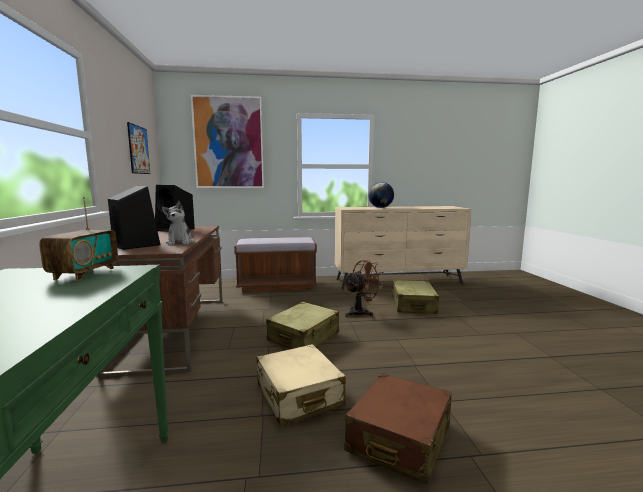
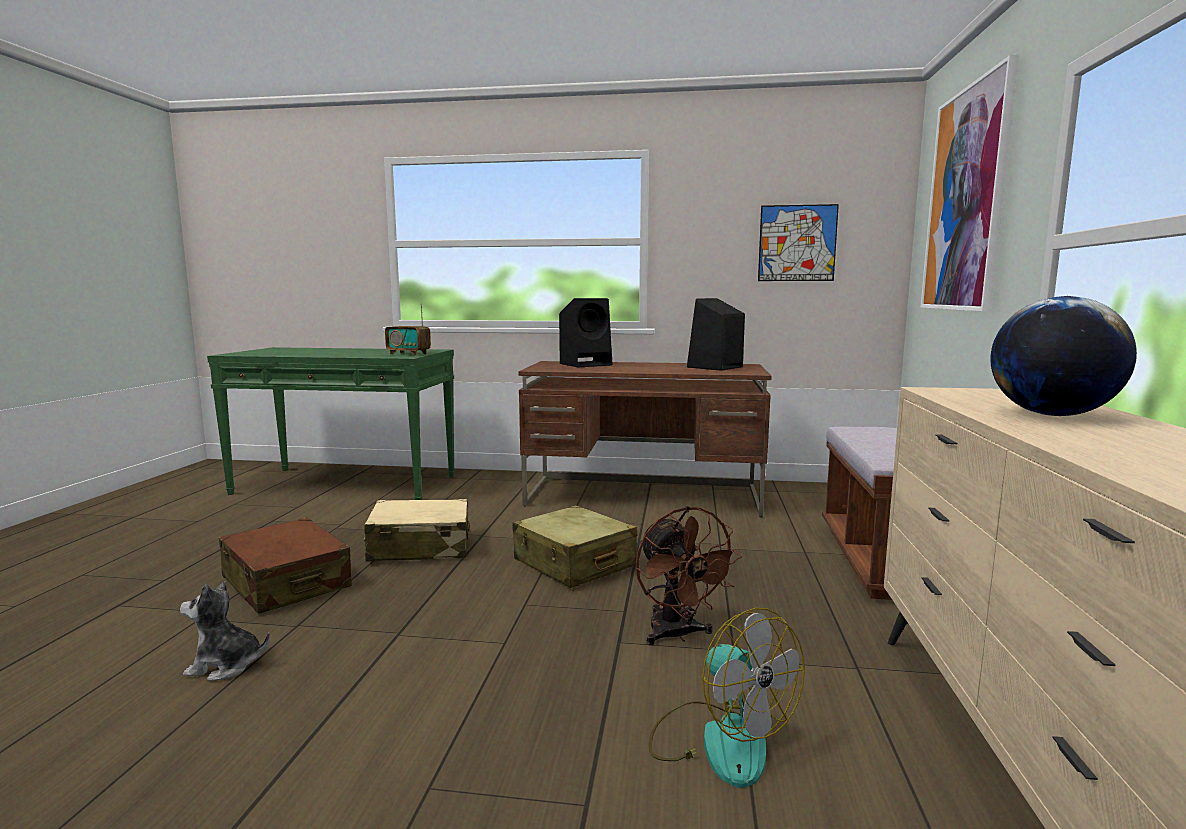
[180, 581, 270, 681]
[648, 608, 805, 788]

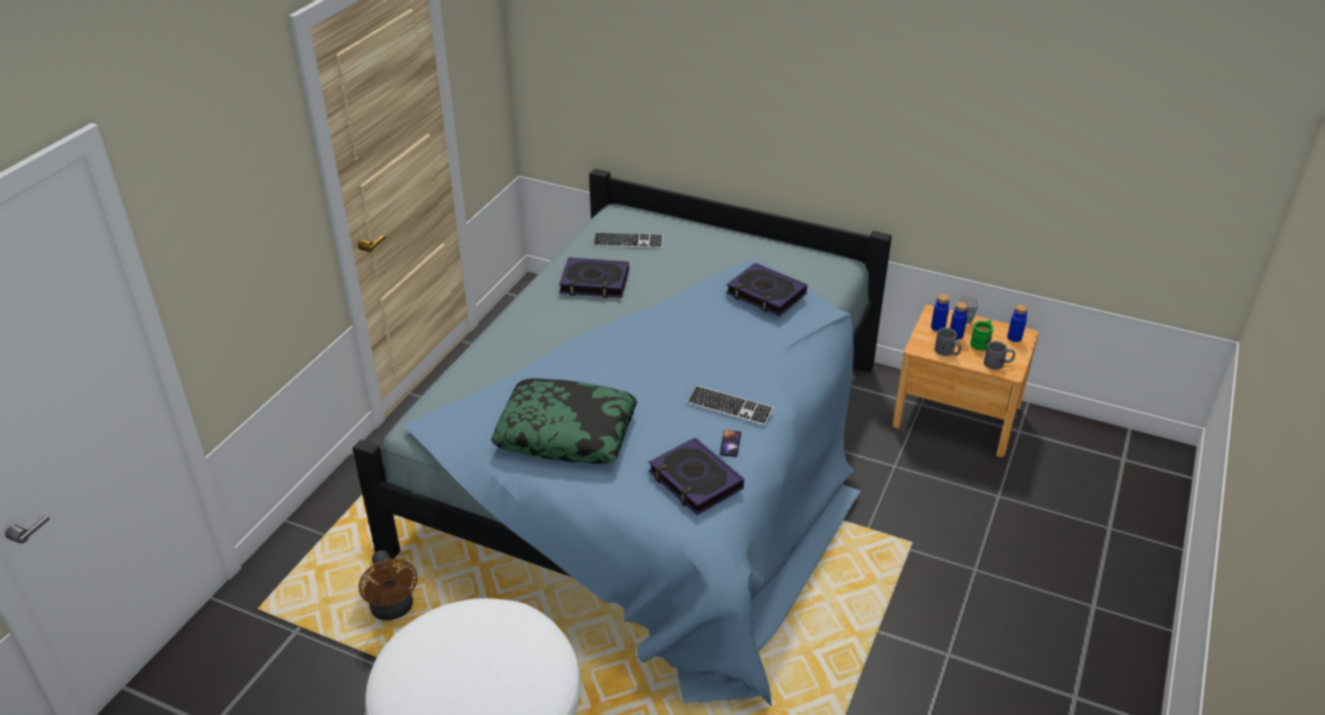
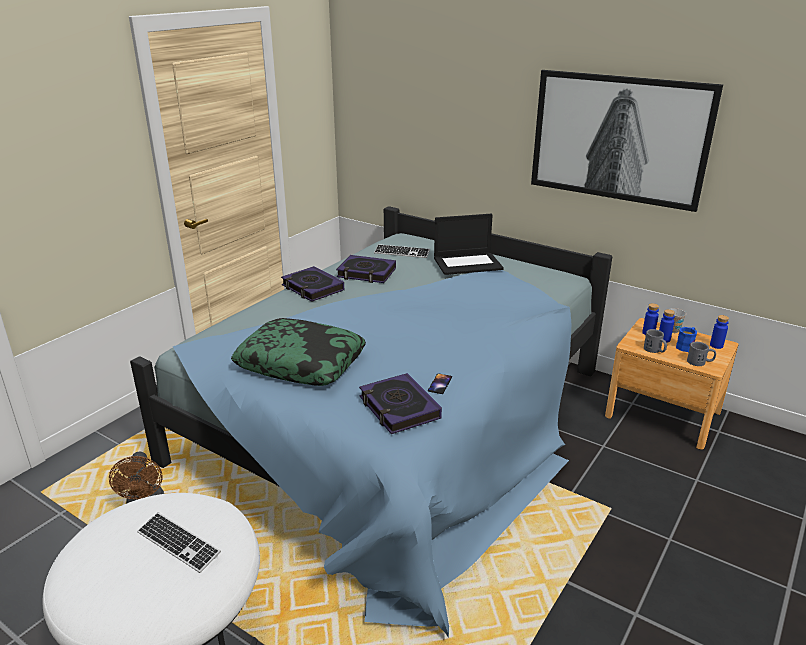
[434, 214, 504, 275]
[531, 70, 723, 212]
[137, 512, 221, 573]
[281, 266, 344, 302]
[676, 327, 697, 352]

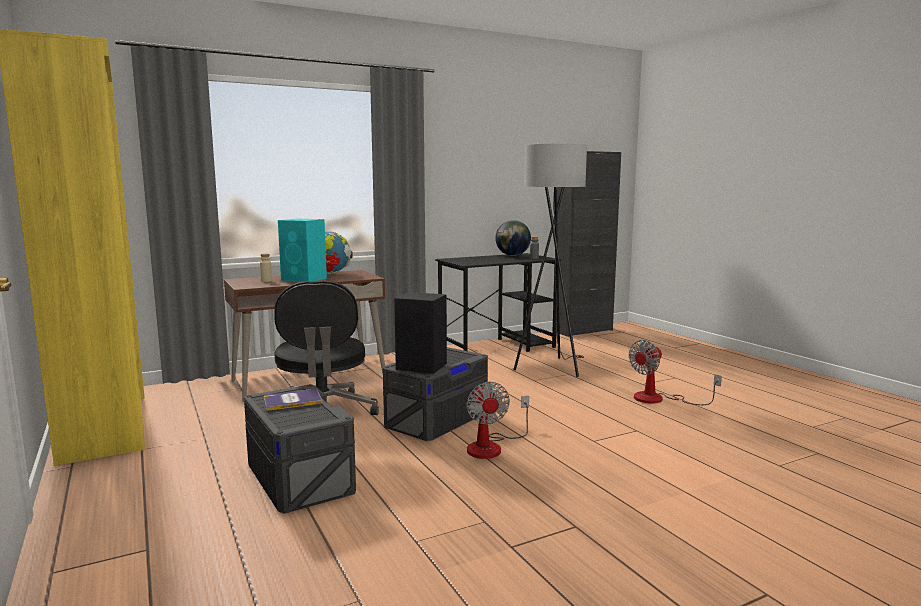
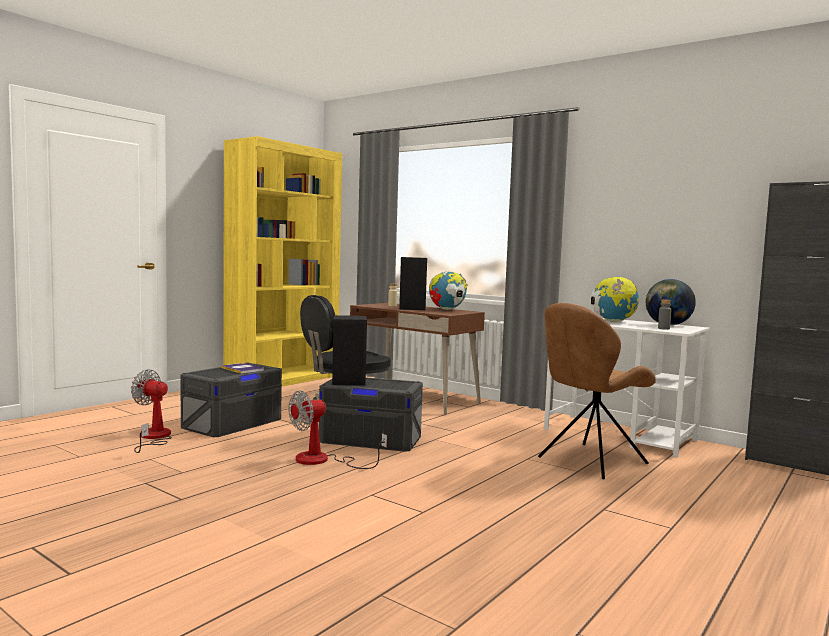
[591, 277, 639, 322]
[131, 369, 172, 453]
[538, 303, 656, 479]
[399, 257, 427, 310]
[544, 318, 710, 458]

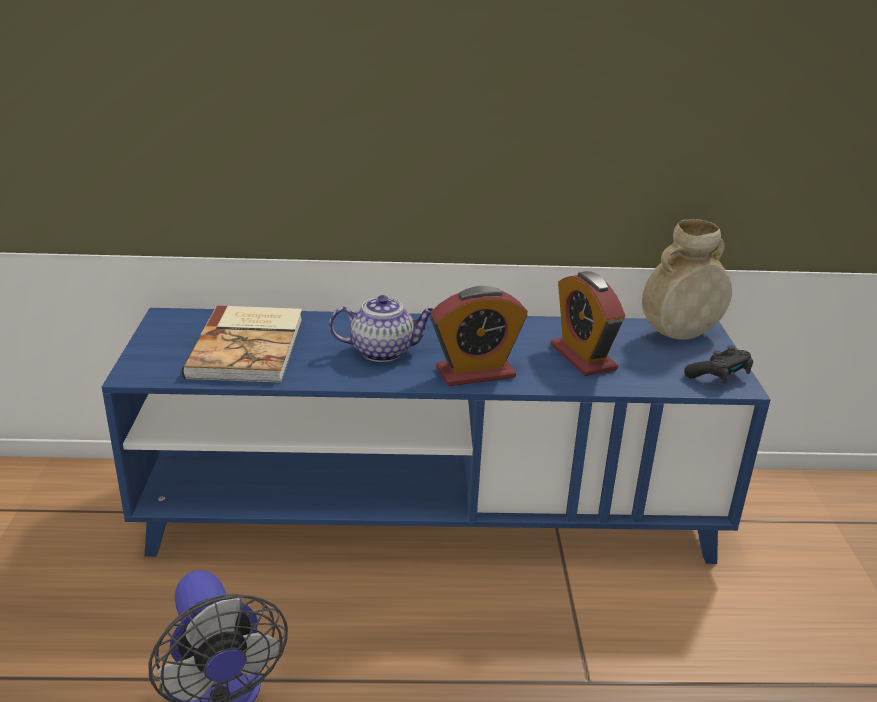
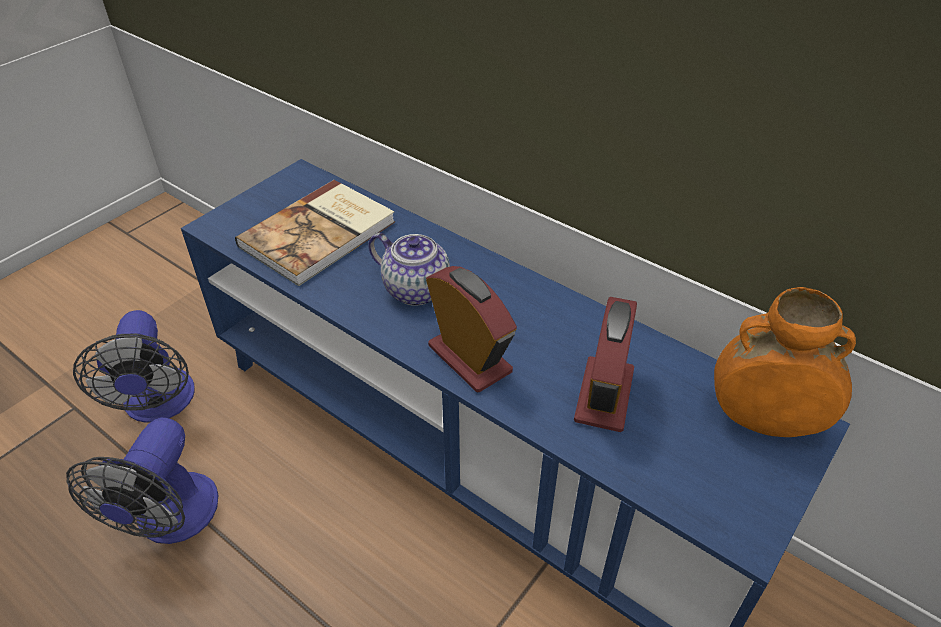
[684, 345, 753, 384] (first image)
[73, 310, 195, 423]
[714, 287, 856, 437]
[426, 266, 517, 392]

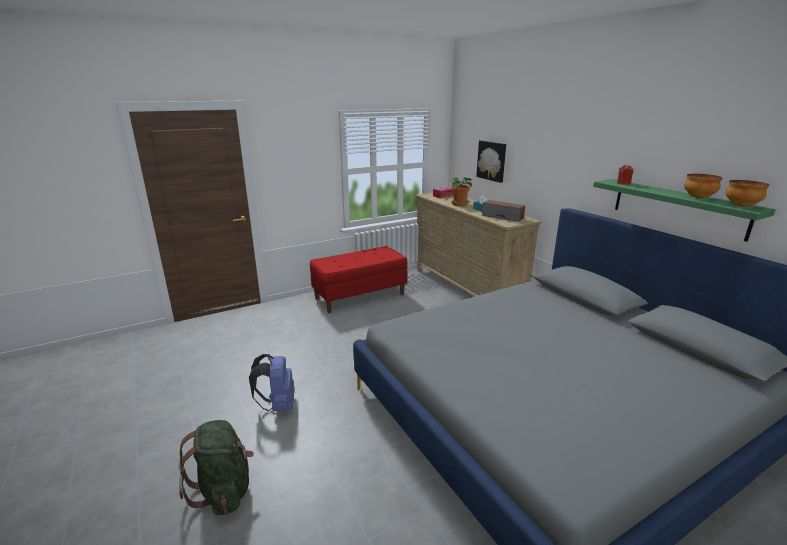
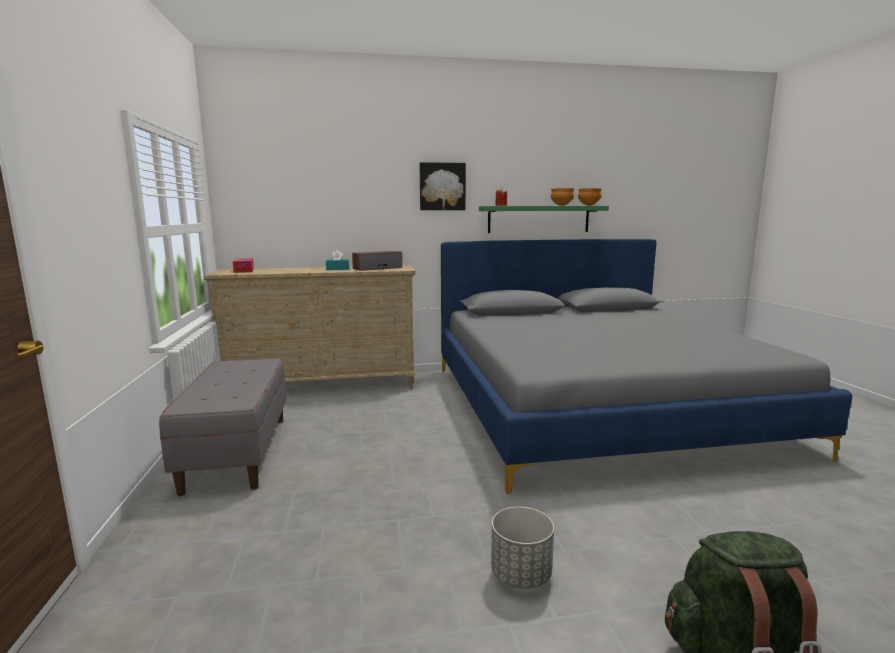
[450, 177, 472, 206] (first image)
[419, 162, 466, 210]
[491, 507, 554, 589]
[159, 358, 287, 496]

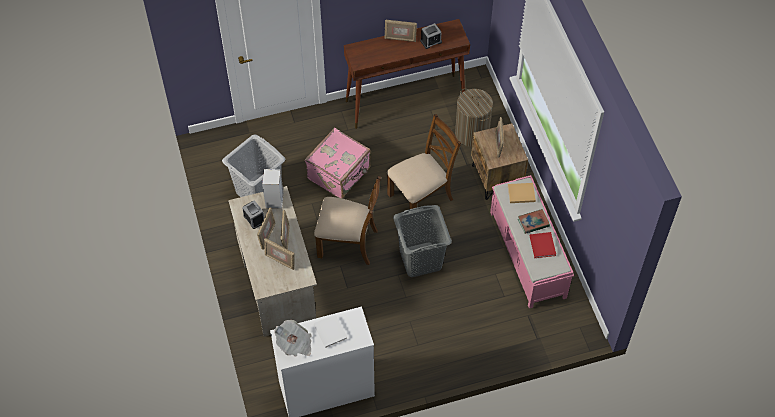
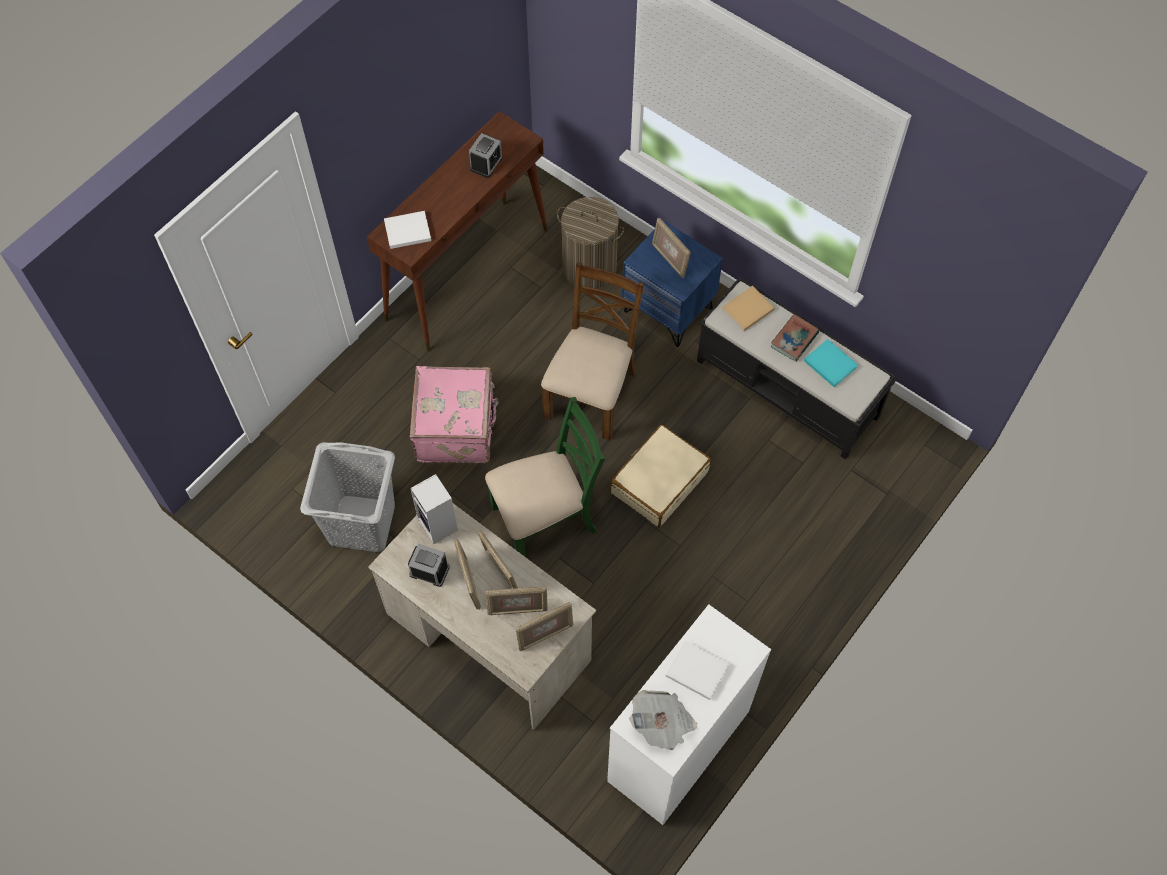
[384, 211, 431, 249]
[516, 602, 574, 651]
[610, 425, 711, 527]
[485, 397, 605, 557]
[622, 220, 723, 347]
[697, 277, 896, 460]
[804, 339, 858, 387]

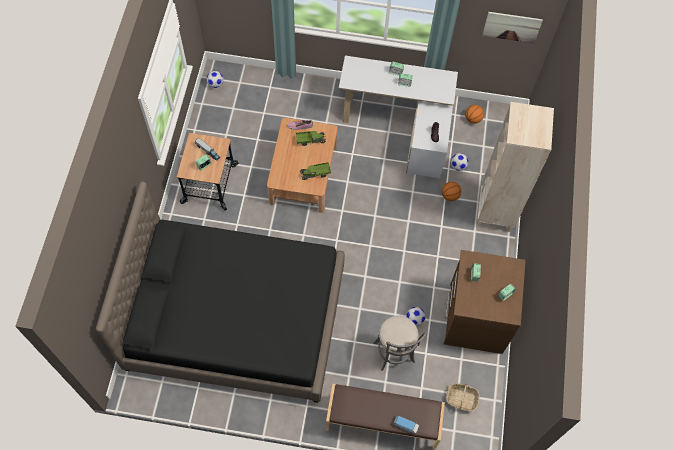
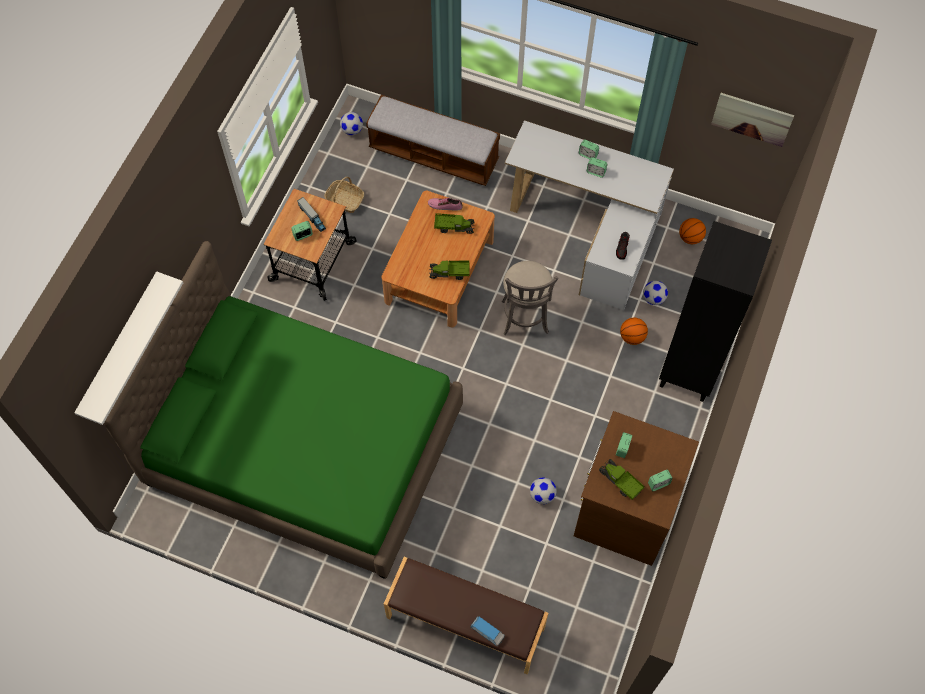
[74, 271, 183, 425]
[366, 95, 500, 186]
[599, 459, 645, 500]
[501, 261, 558, 335]
[324, 177, 364, 213]
[104, 241, 463, 579]
[659, 221, 772, 402]

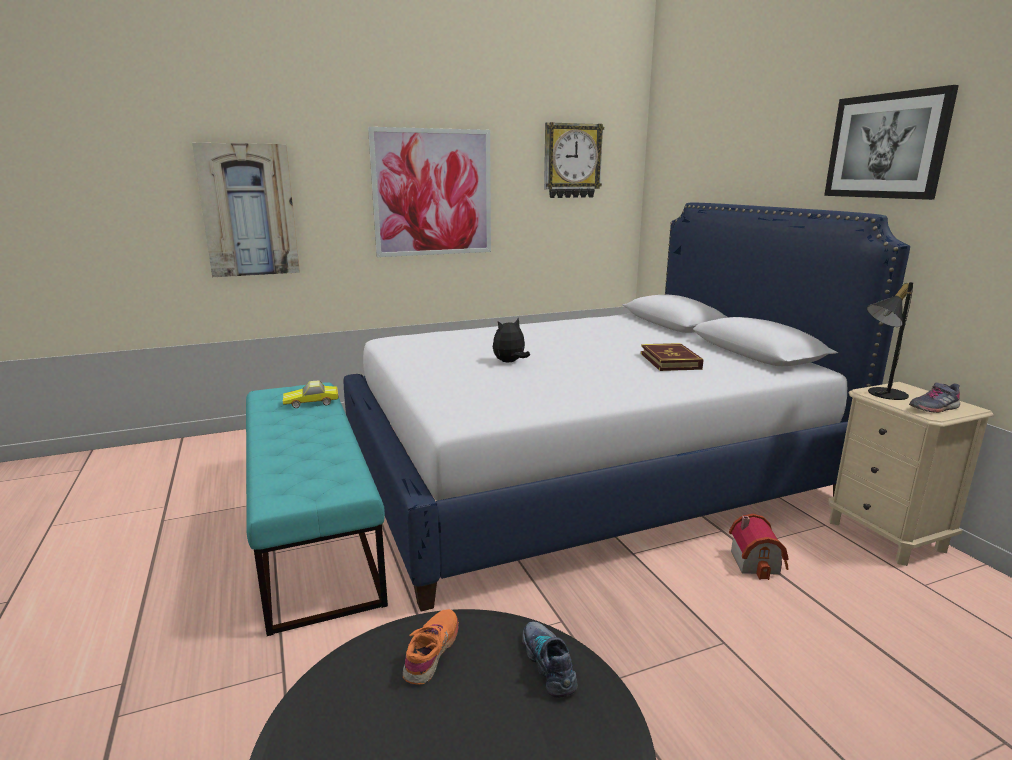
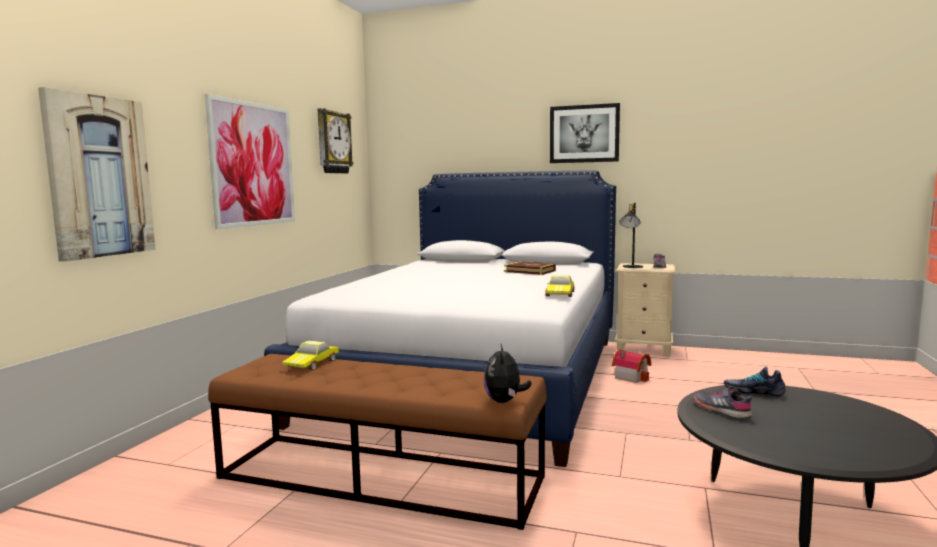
[546, 275, 575, 297]
[484, 343, 532, 403]
[208, 354, 547, 530]
[694, 387, 752, 419]

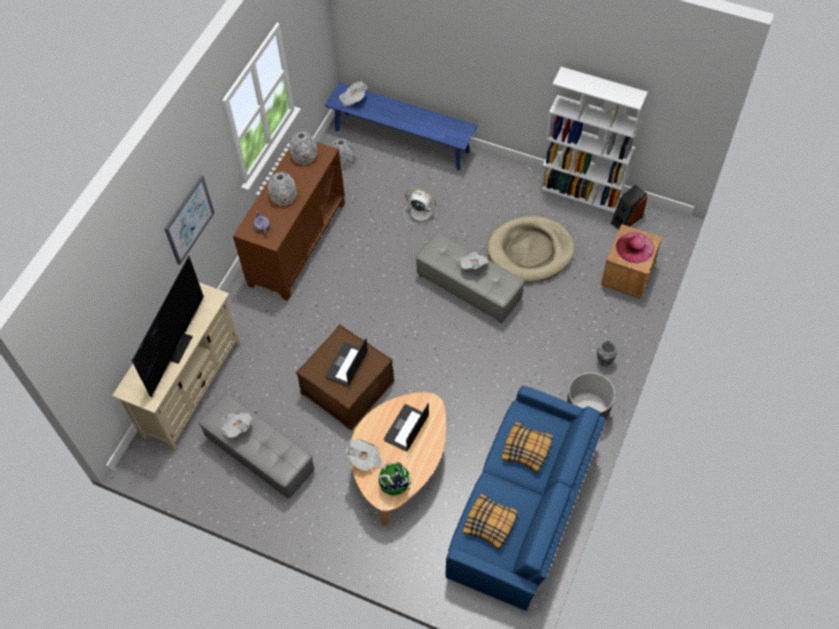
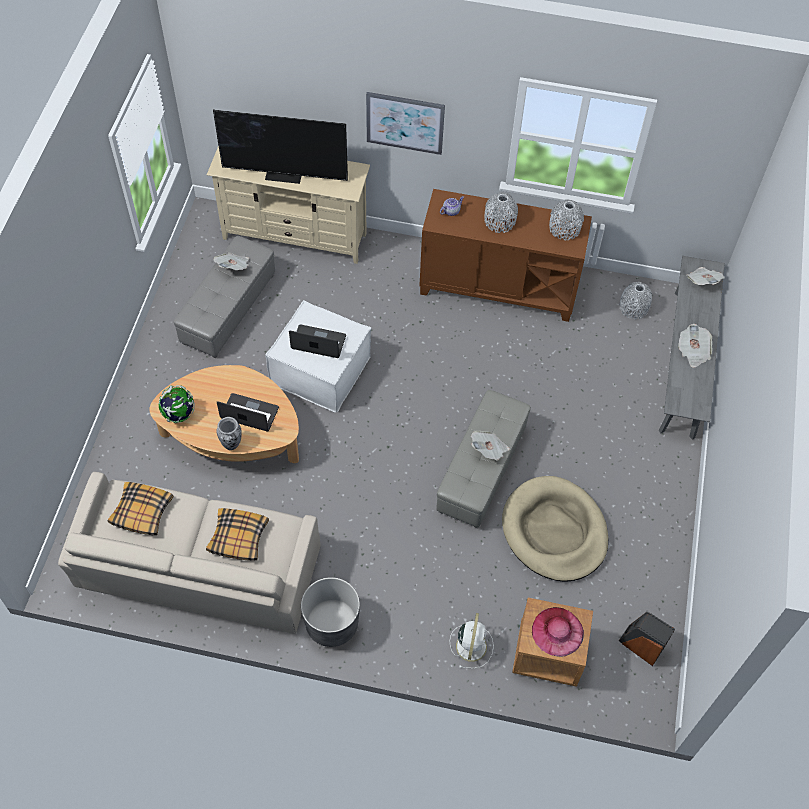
[540, 67, 648, 213] (first image)
[678, 324, 712, 368]
[450, 613, 494, 668]
[217, 417, 242, 450]
[265, 300, 372, 412]
[659, 256, 725, 440]
[58, 472, 321, 634]

